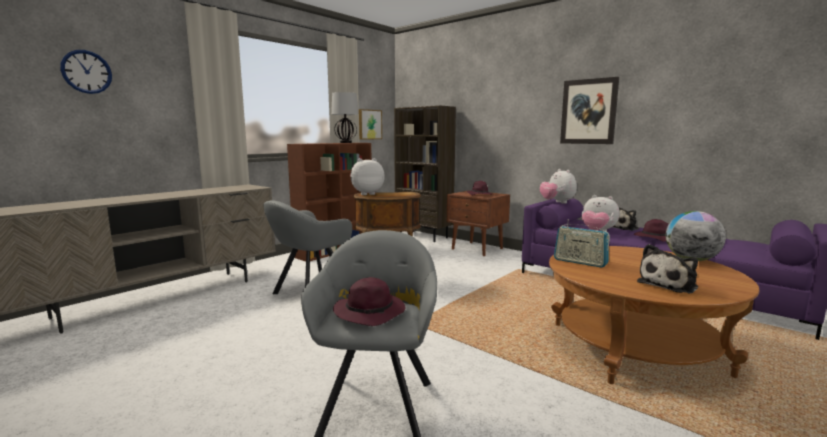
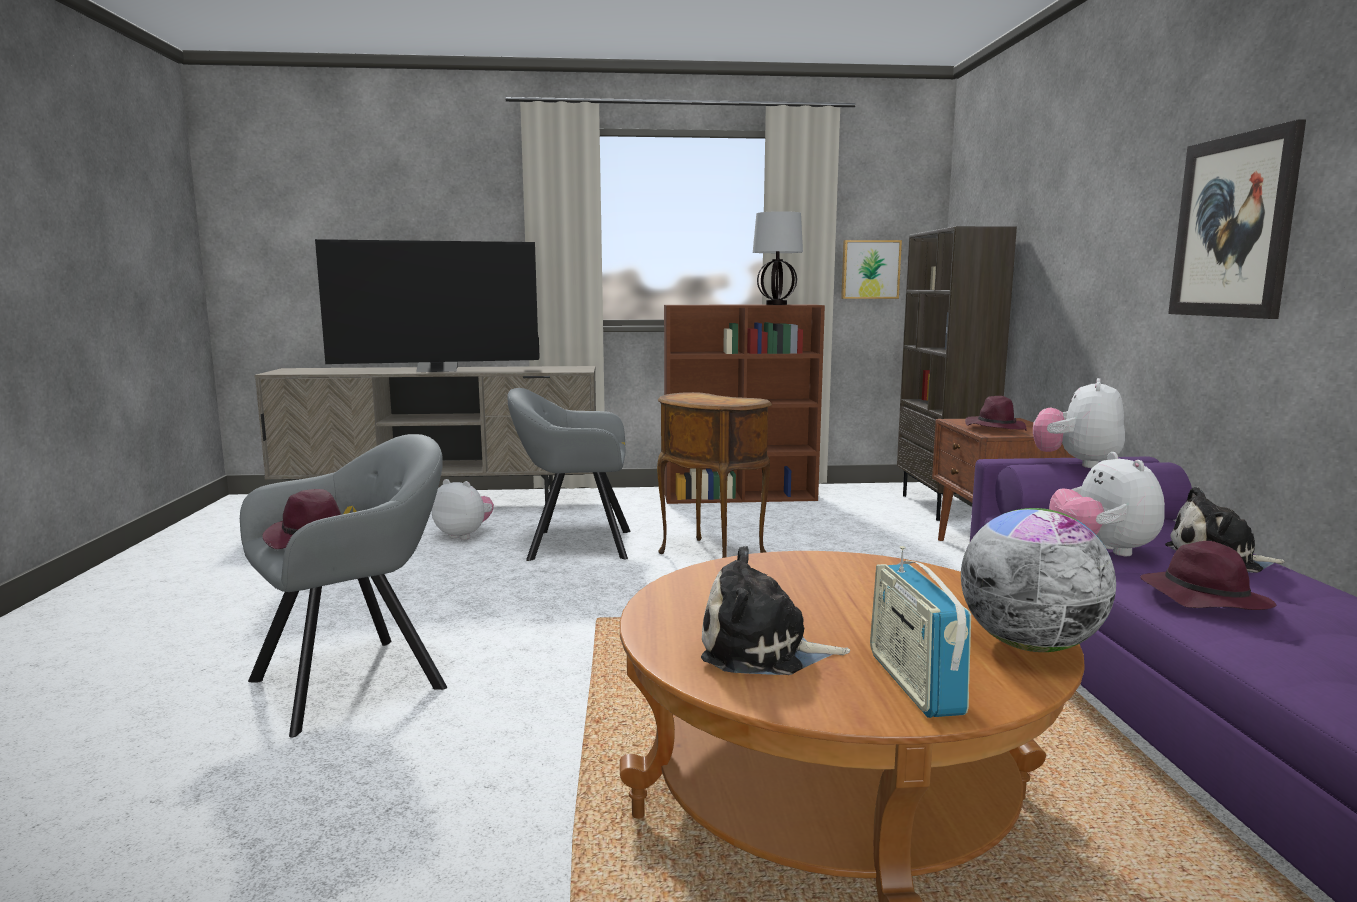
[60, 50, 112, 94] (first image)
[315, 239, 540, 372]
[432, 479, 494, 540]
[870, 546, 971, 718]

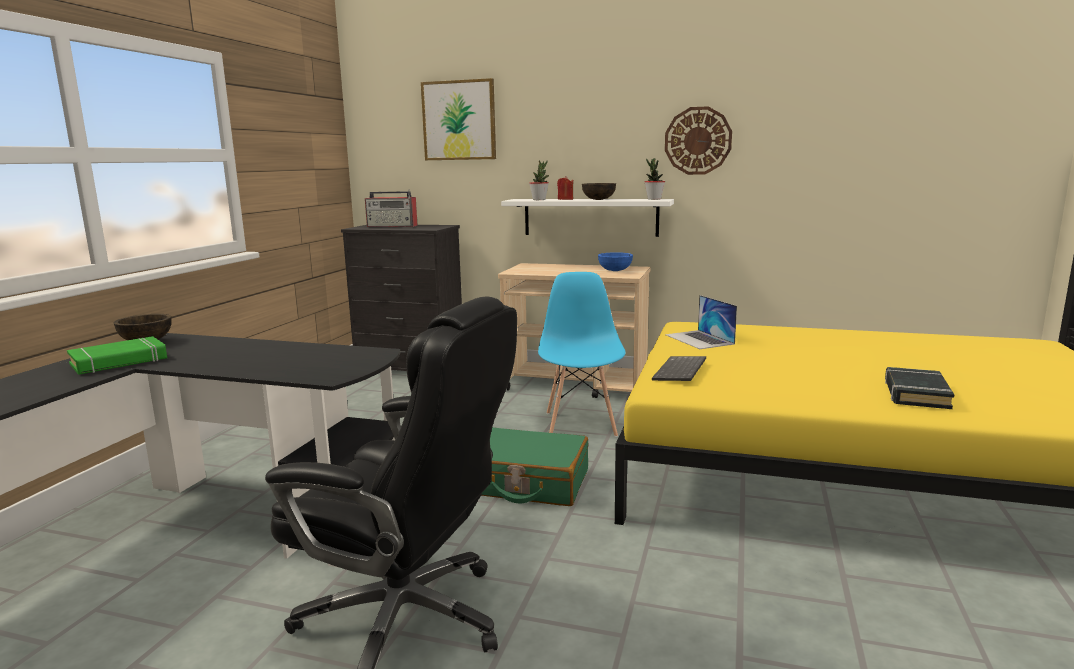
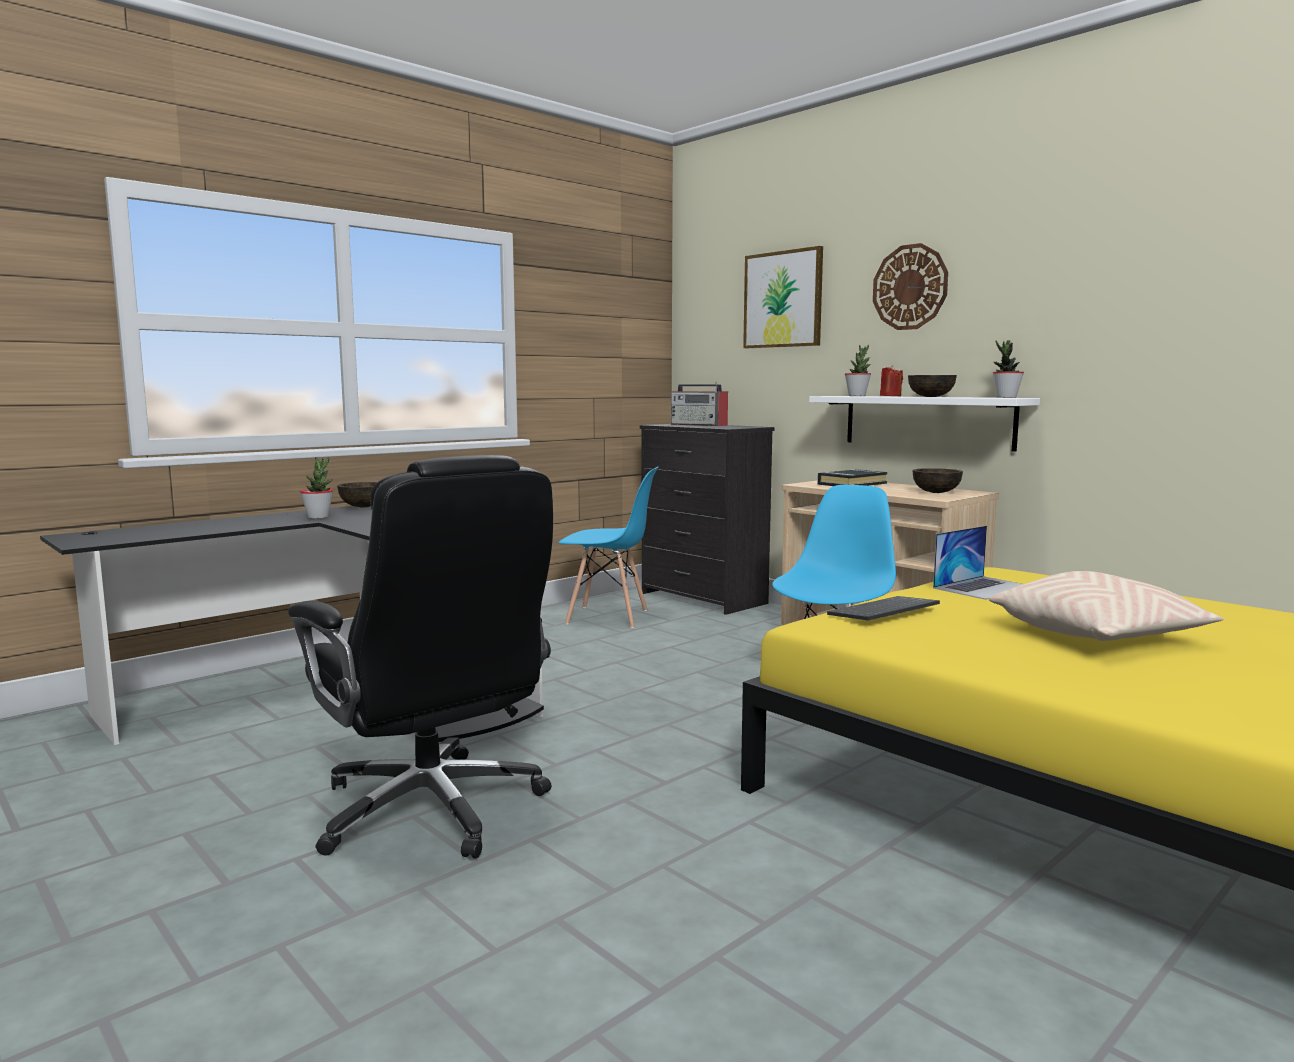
[481, 427, 588, 506] (first image)
[558, 467, 658, 628]
[989, 571, 1223, 641]
[873, 243, 948, 330]
[818, 469, 888, 486]
[300, 457, 333, 519]
[913, 468, 963, 493]
[933, 526, 1023, 600]

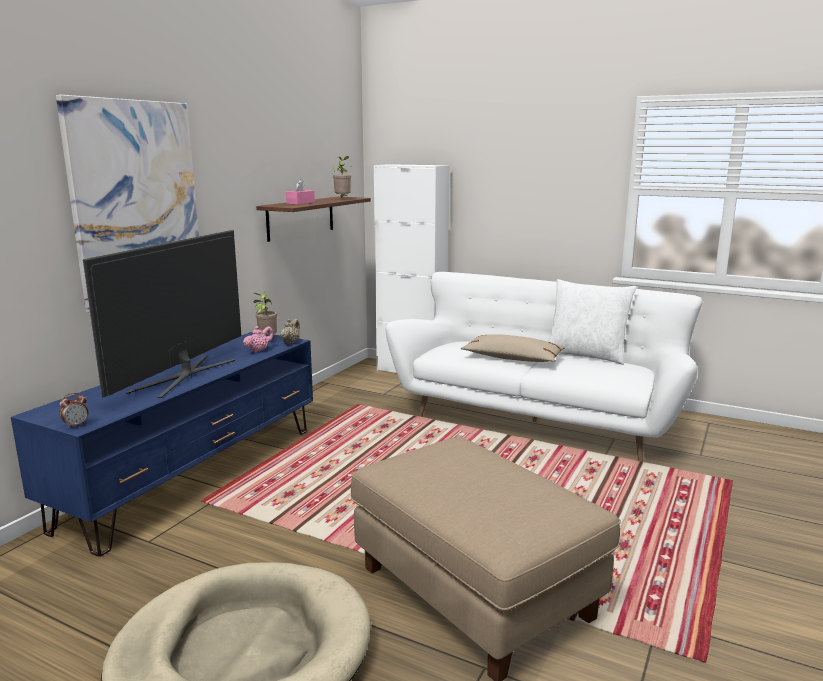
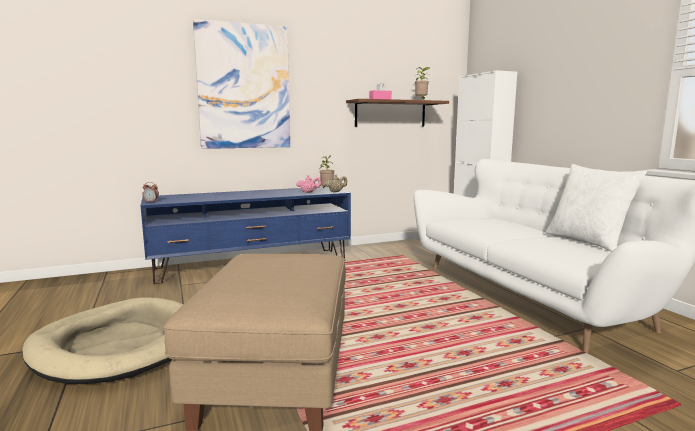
[83, 230, 241, 398] (first image)
[461, 334, 566, 362] (first image)

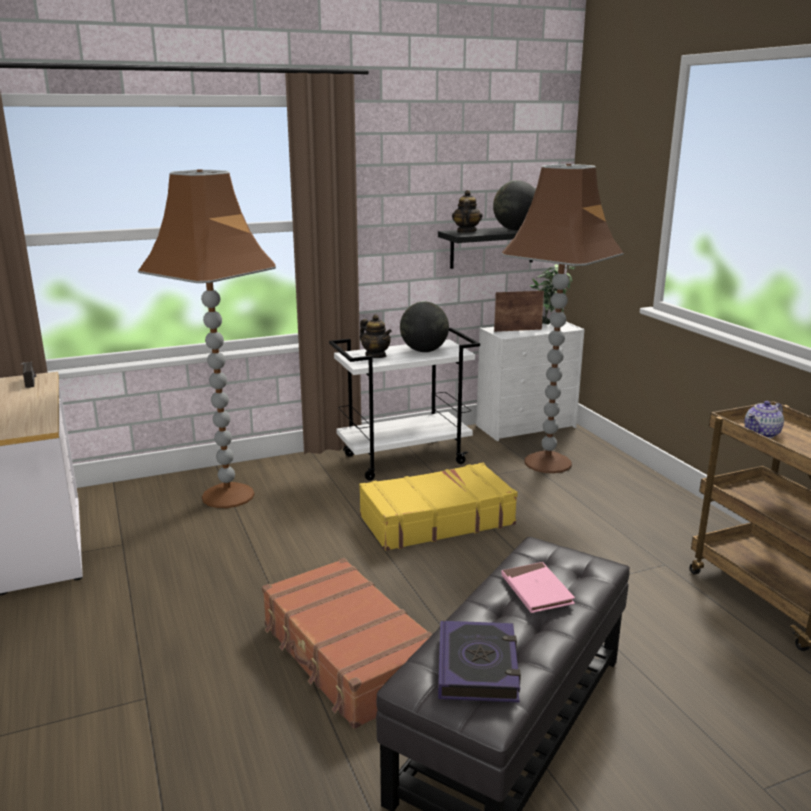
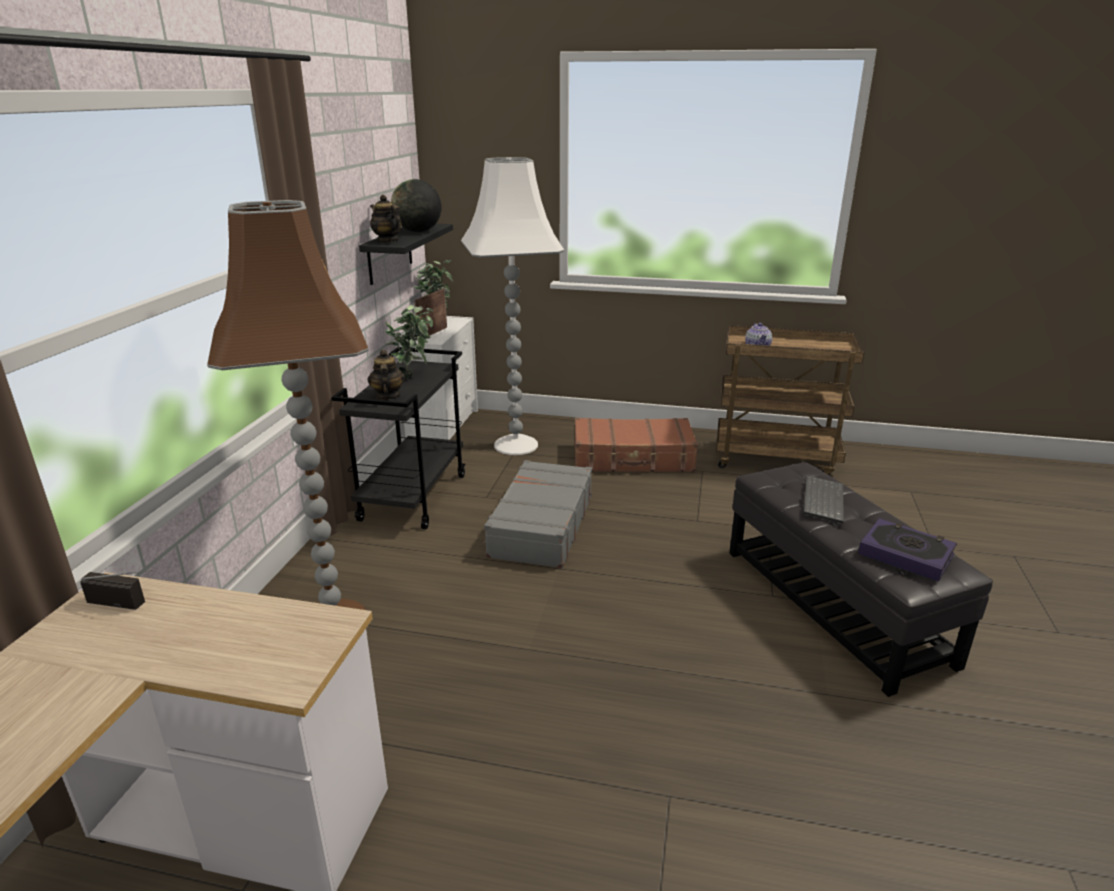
[574, 418, 698, 472]
[385, 305, 433, 379]
[803, 476, 844, 523]
[331, 347, 465, 529]
[483, 460, 592, 568]
[461, 157, 564, 455]
[368, 349, 405, 400]

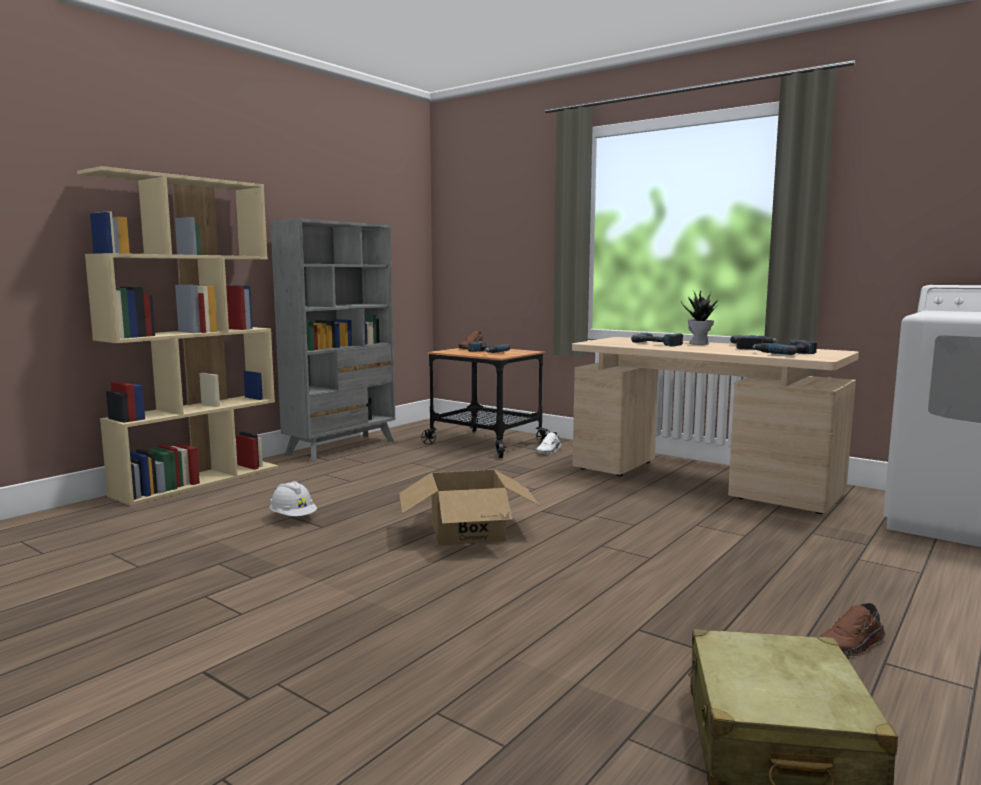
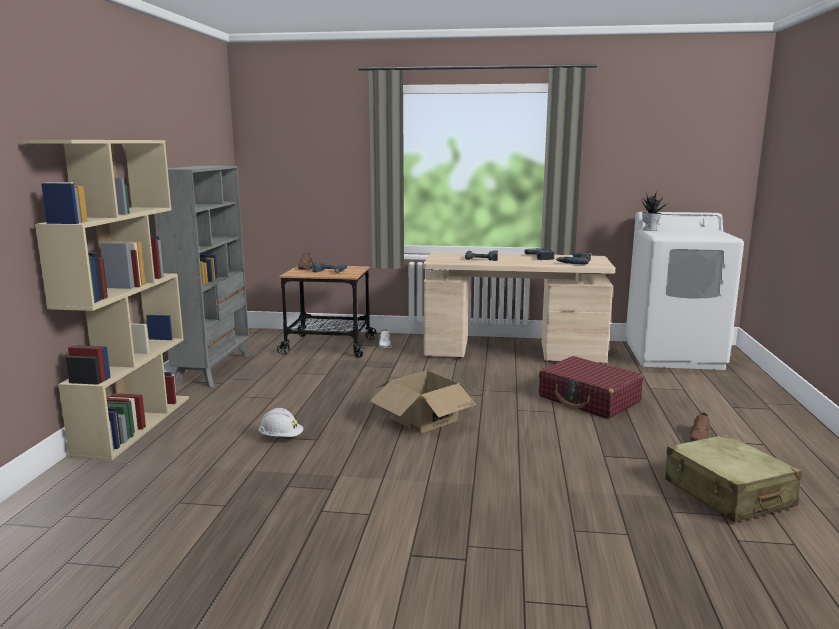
[539, 356, 643, 419]
[641, 192, 670, 231]

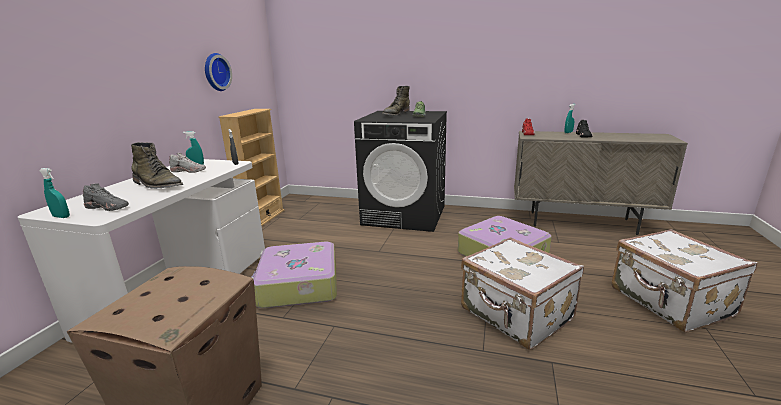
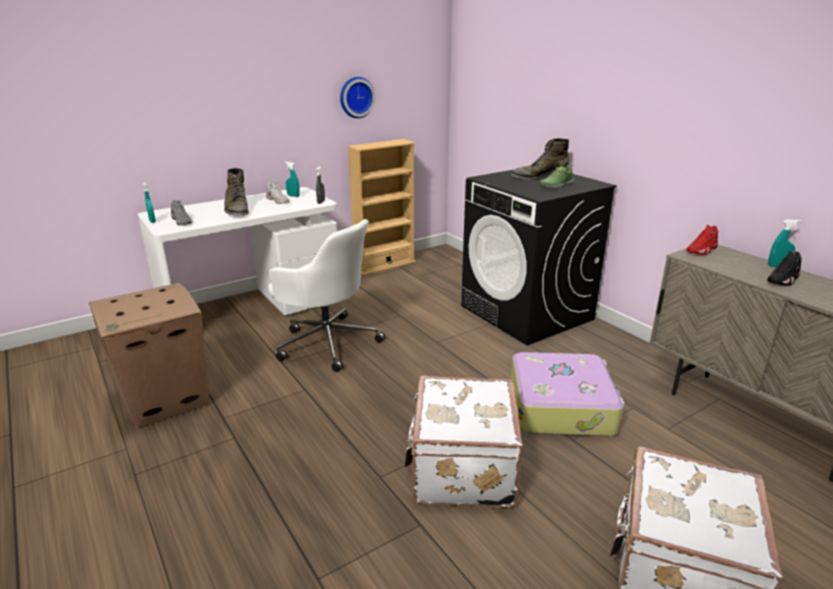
[268, 219, 386, 372]

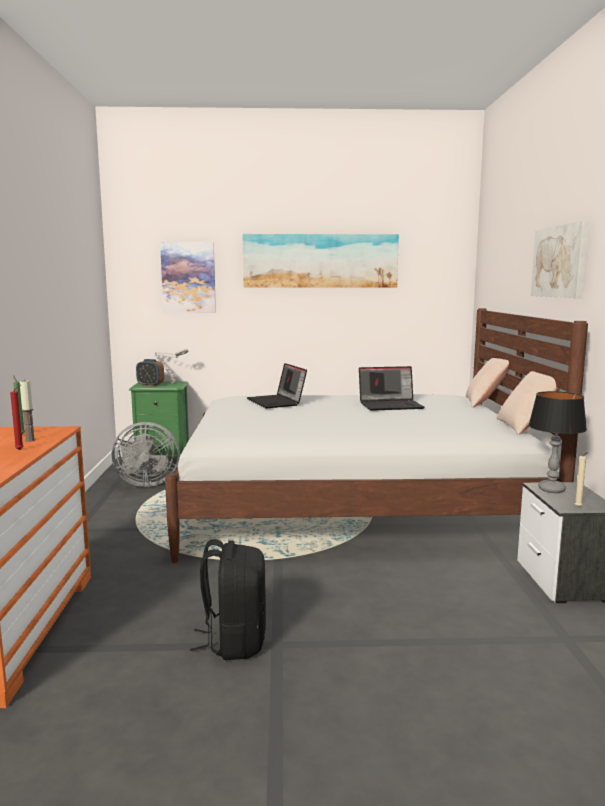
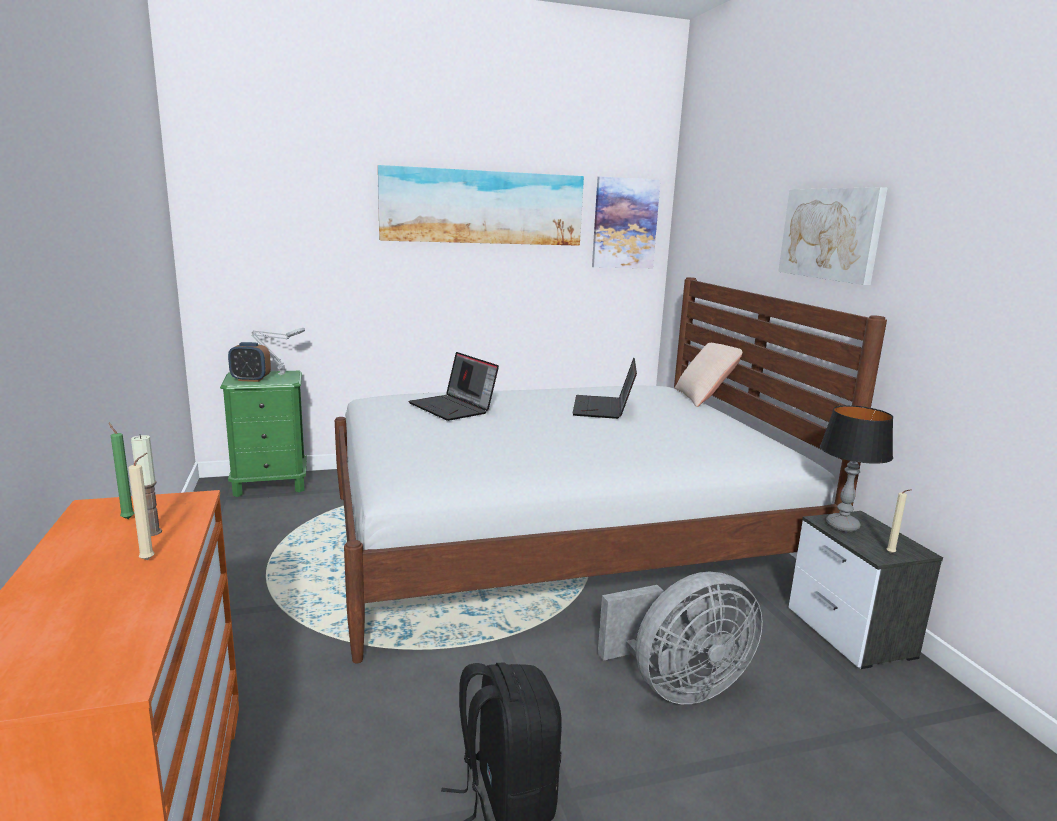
[497, 371, 560, 435] (first image)
[598, 571, 763, 704]
[592, 177, 661, 268]
[129, 453, 154, 560]
[572, 358, 637, 419]

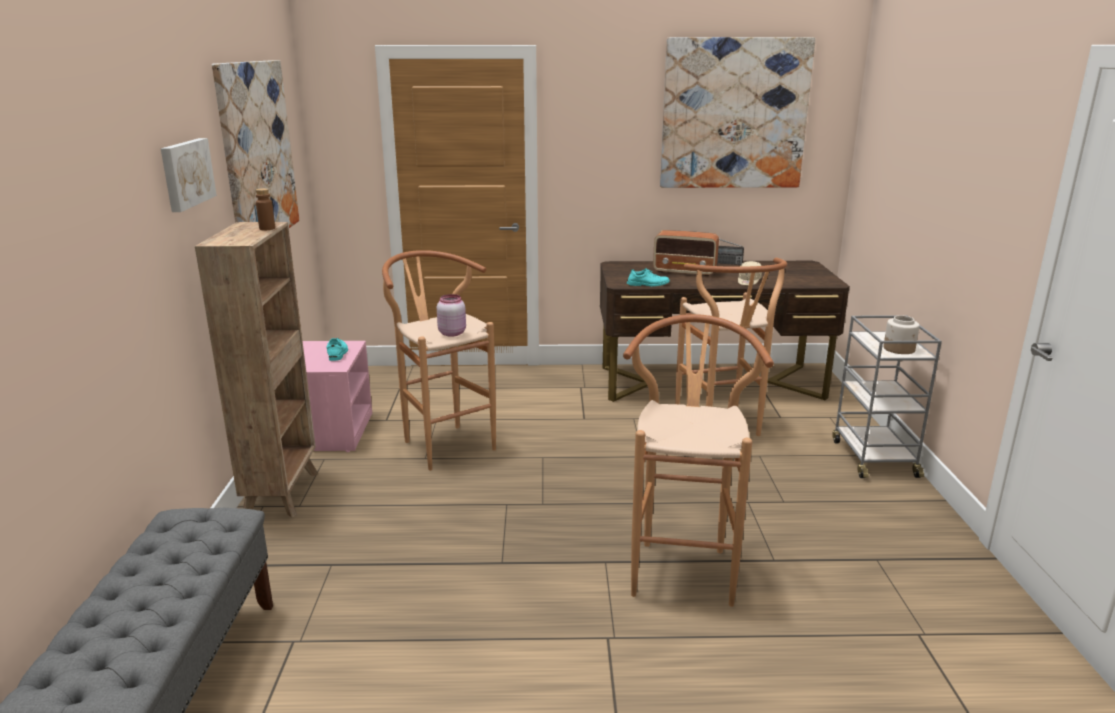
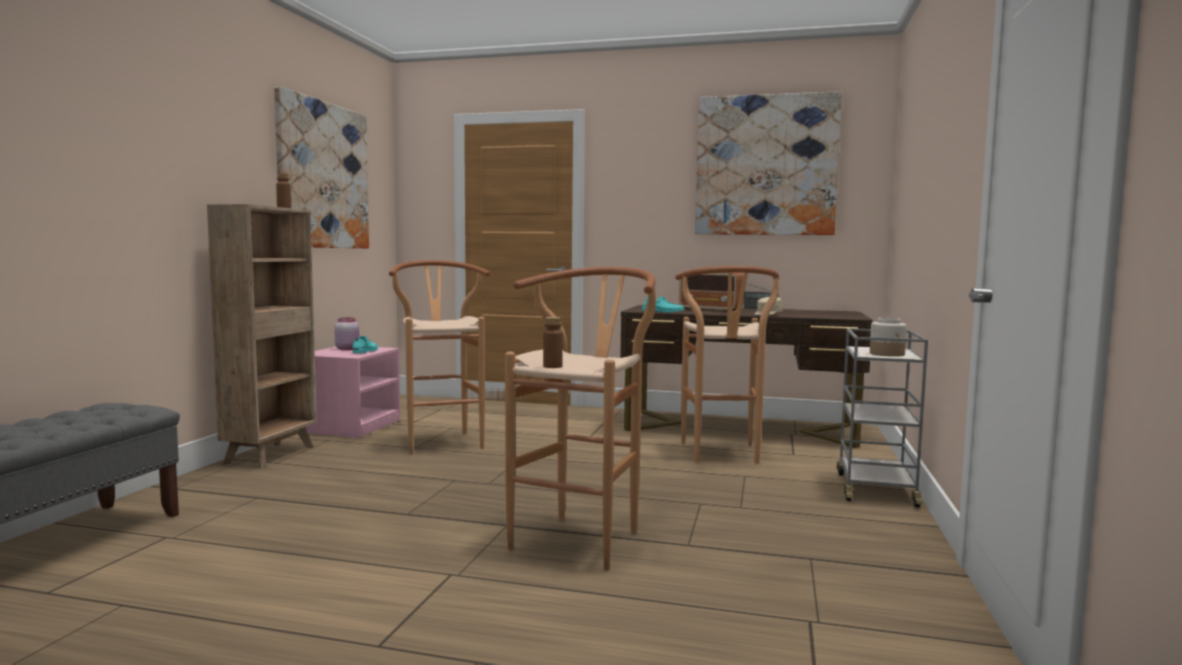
[161, 138, 217, 212] (first image)
[543, 317, 563, 368]
[334, 318, 359, 350]

